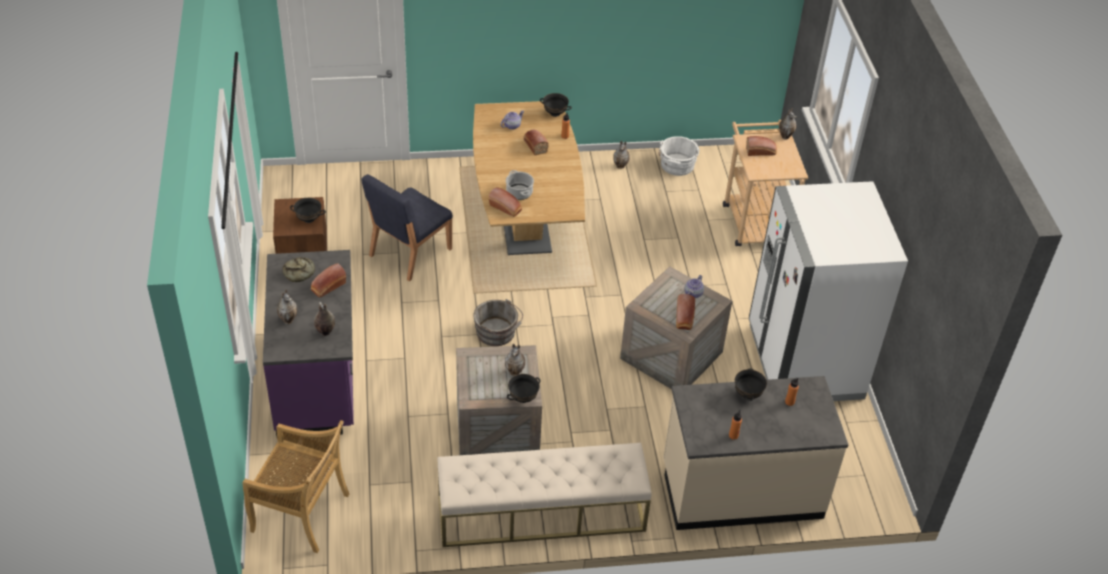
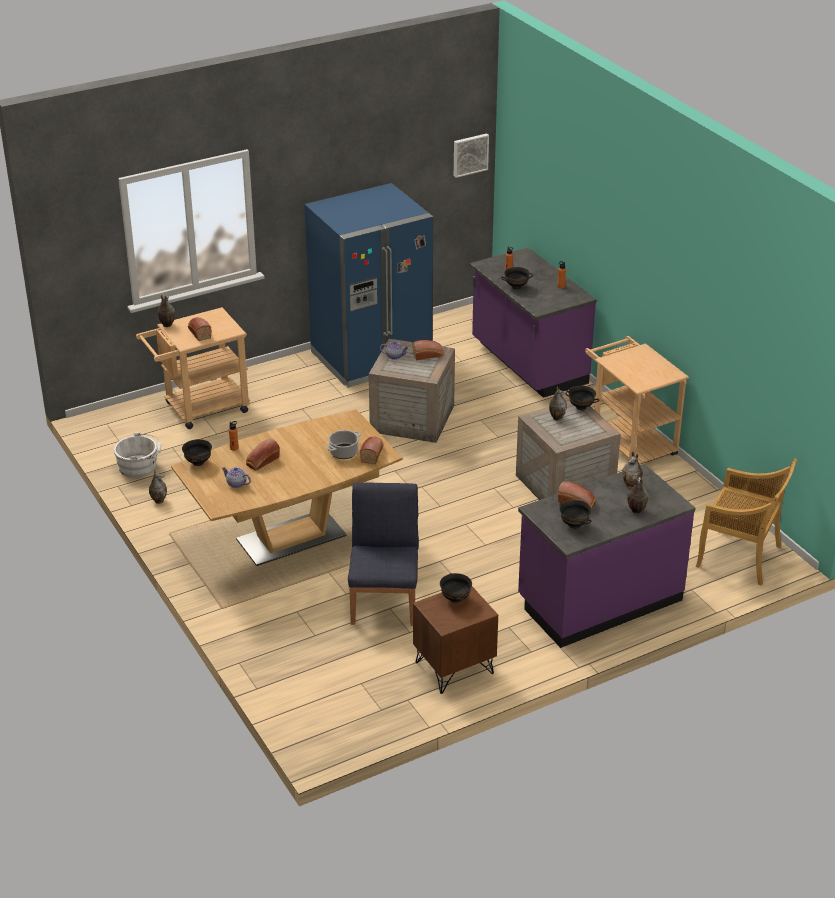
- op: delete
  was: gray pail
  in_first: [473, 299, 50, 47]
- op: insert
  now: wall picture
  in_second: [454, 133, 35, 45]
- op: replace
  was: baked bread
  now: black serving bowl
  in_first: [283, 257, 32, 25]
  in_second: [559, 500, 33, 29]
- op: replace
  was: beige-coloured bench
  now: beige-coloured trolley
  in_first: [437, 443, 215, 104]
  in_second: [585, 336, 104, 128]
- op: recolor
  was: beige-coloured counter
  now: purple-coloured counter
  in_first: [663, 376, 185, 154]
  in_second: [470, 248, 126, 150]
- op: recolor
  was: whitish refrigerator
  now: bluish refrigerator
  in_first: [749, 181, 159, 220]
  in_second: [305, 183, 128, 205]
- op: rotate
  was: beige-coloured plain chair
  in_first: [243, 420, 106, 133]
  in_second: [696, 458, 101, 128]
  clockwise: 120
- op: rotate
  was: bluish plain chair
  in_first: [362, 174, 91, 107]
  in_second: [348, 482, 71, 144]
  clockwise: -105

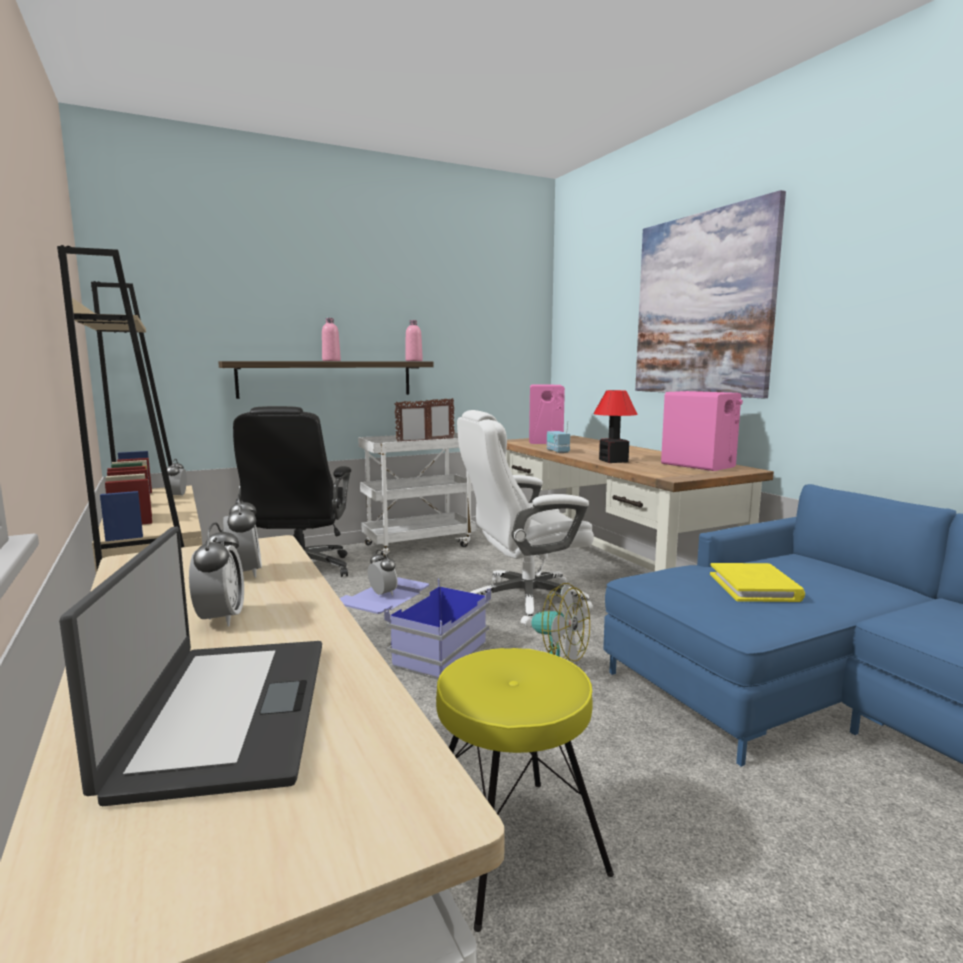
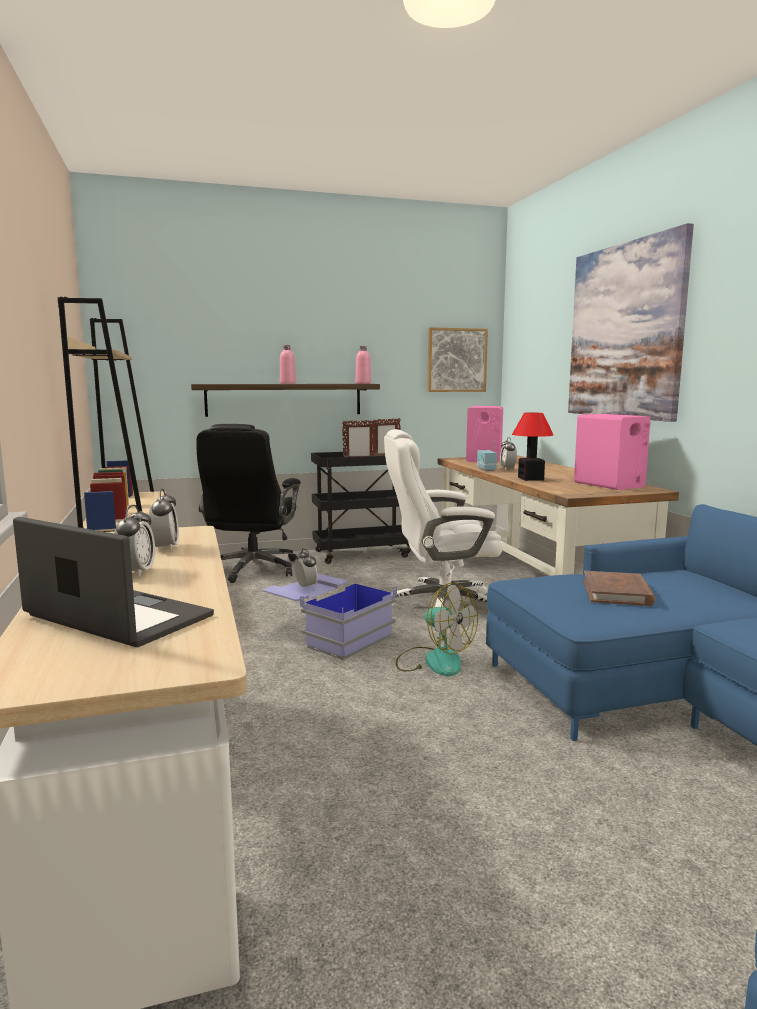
- op: delete
  was: yellow sitting stool
  in_first: [436, 648, 178, 284]
- op: insert
  now: wall picture
  in_second: [427, 327, 61, 65]
- op: move
  was: table clock
  in_first: [167, 459, 20, 37]
  in_second: [500, 437, 17, 34]
- op: recolor
  was: whitish trolley
  now: black trolley
  in_first: [358, 432, 118, 127]
  in_second: [311, 452, 100, 112]
- op: recolor
  was: yellow volume
  now: brownish volume
  in_first: [710, 563, 95, 39]
  in_second: [583, 571, 72, 35]
- op: rotate
  was: notebook computer
  in_first: [59, 526, 263, 280]
  in_second: [13, 517, 201, 130]
  clockwise: -60

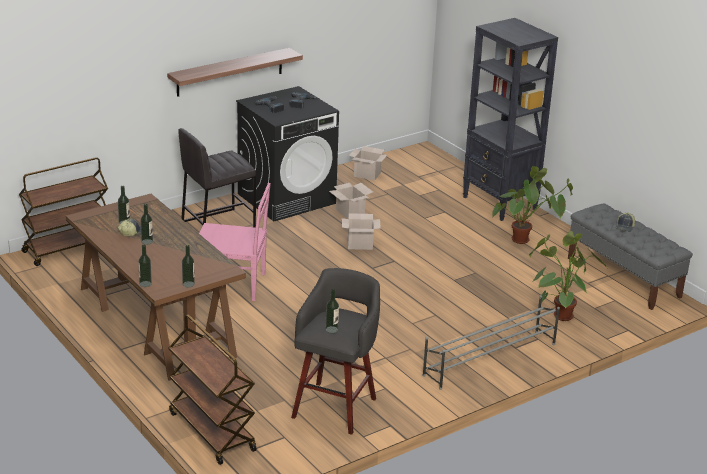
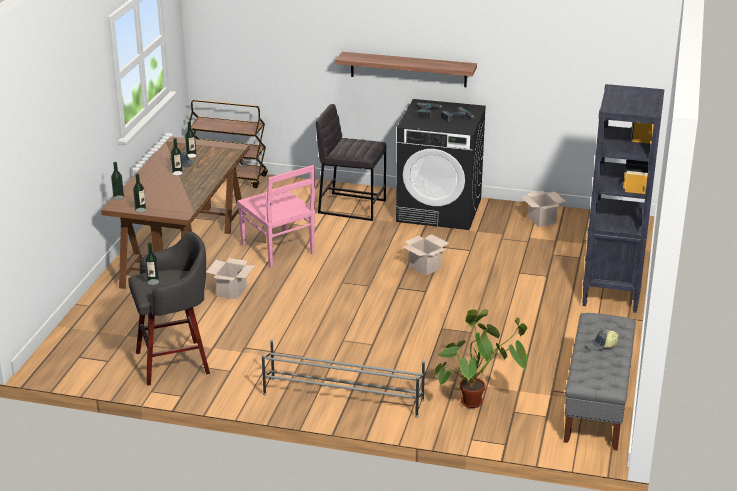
- op: delete
  was: brownish trolley
  in_first: [169, 314, 88, 151]
- op: delete
  was: plant in a pot
  in_first: [492, 166, 81, 78]
- op: move
  was: packing box
  in_first: [329, 183, 44, 36]
  in_second: [206, 258, 49, 41]

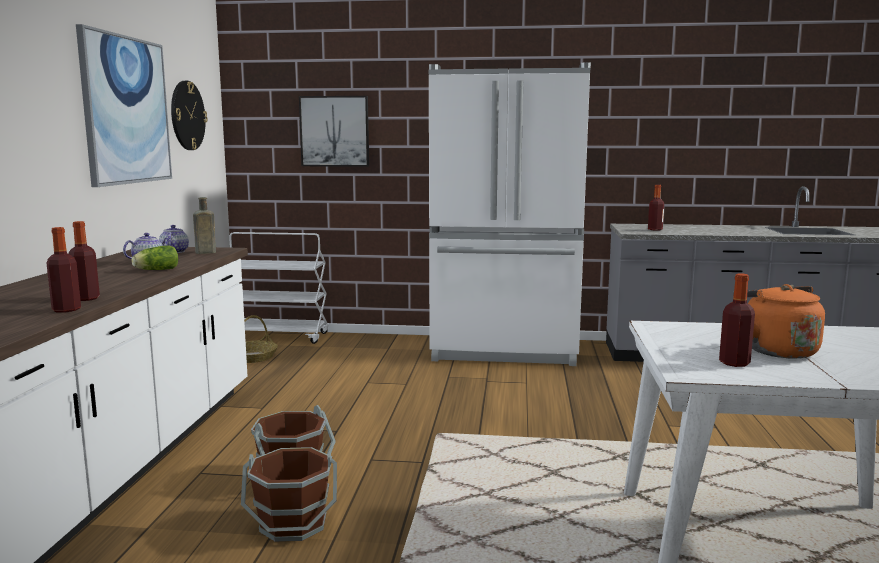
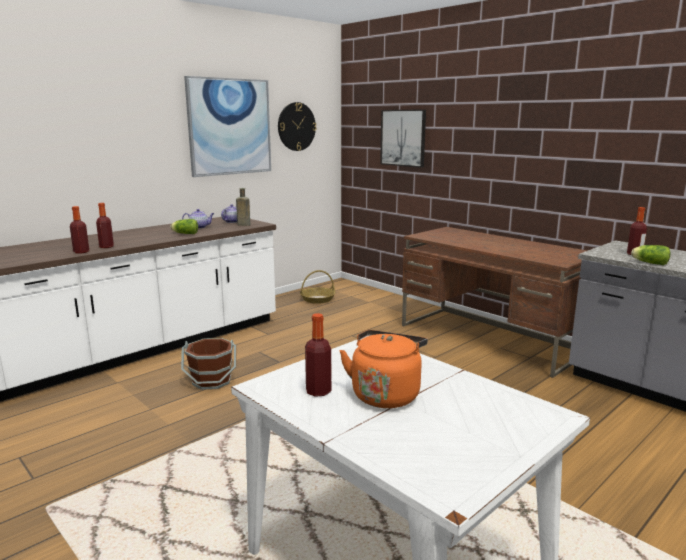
- op: delete
  was: whitish trolley
  in_first: [229, 232, 100, 112]
- op: delete
  was: brownish pail
  in_first: [241, 447, 96, 95]
- op: insert
  now: head of lettuce
  in_second: [631, 245, 39, 20]
- op: replace
  was: whitish refrigerator
  now: brownish desk unit
  in_first: [429, 62, 162, 304]
  in_second: [402, 227, 185, 151]

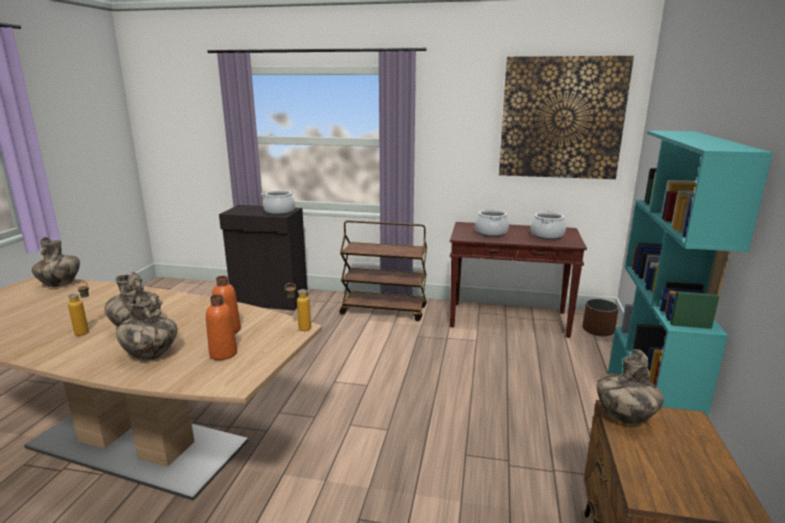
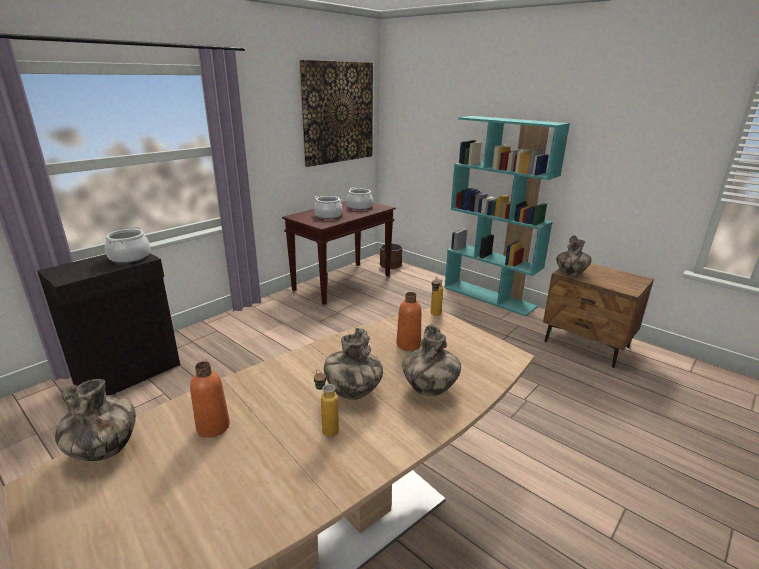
- op: delete
  was: brownish trolley
  in_first: [339, 220, 88, 101]
- op: move
  was: orangey drink bottle
  in_first: [206, 294, 31, 66]
  in_second: [190, 361, 40, 77]

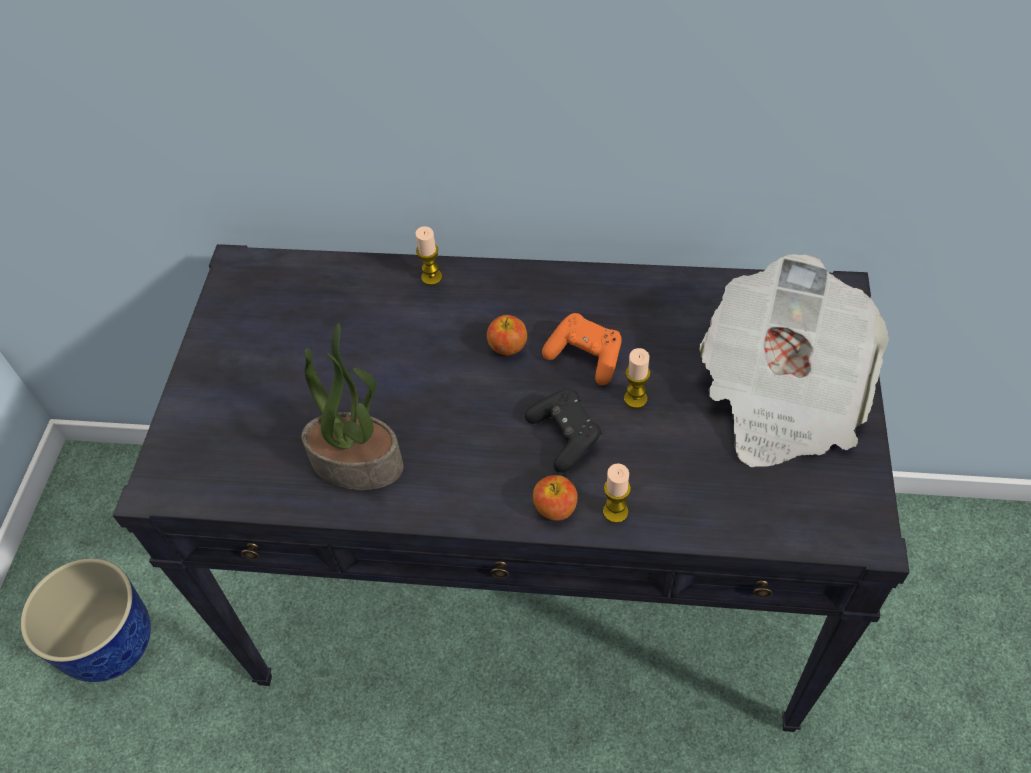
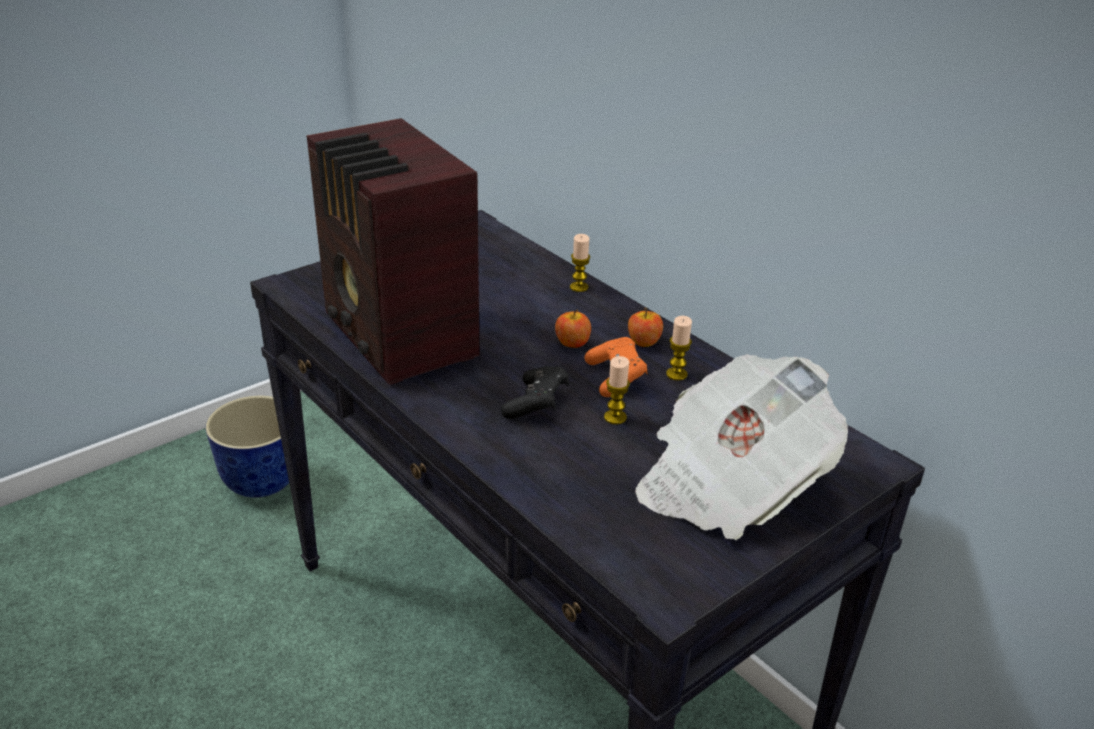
- op: move
  was: apple
  in_first: [533, 475, 44, 46]
  in_second: [628, 307, 35, 40]
- op: move
  was: candle
  in_first: [603, 463, 28, 60]
  in_second: [666, 316, 26, 65]
- op: replace
  was: plant in a pot
  now: radio set
  in_first: [302, 323, 102, 167]
  in_second: [306, 118, 174, 267]

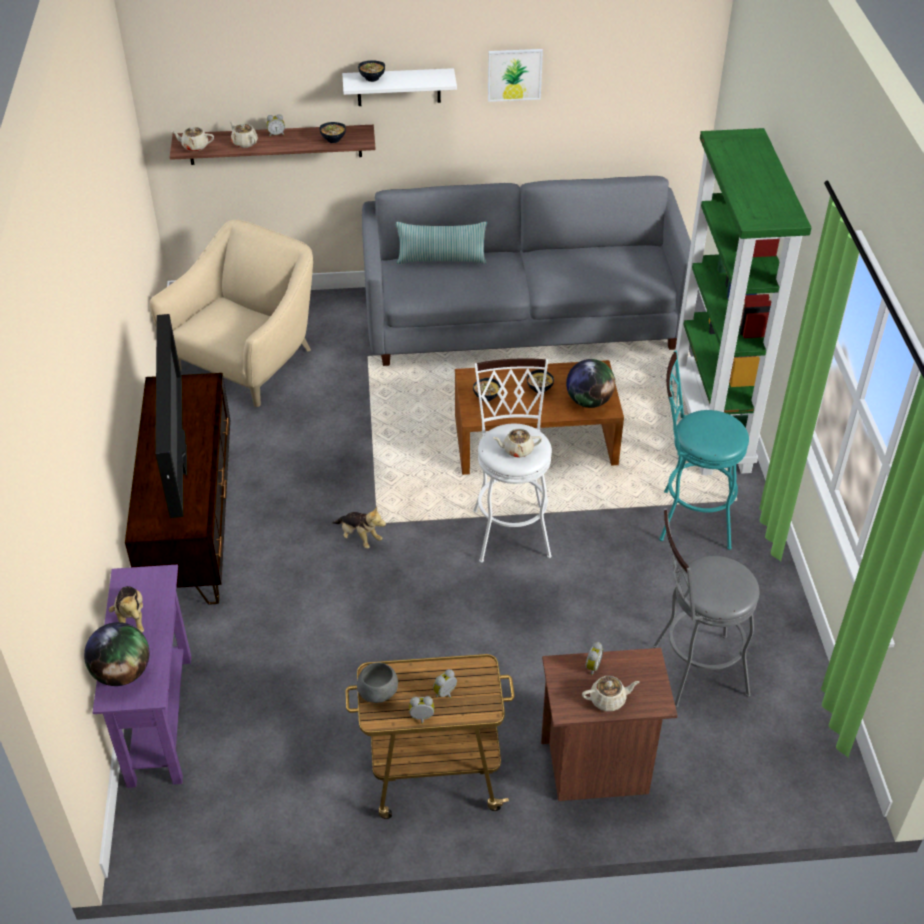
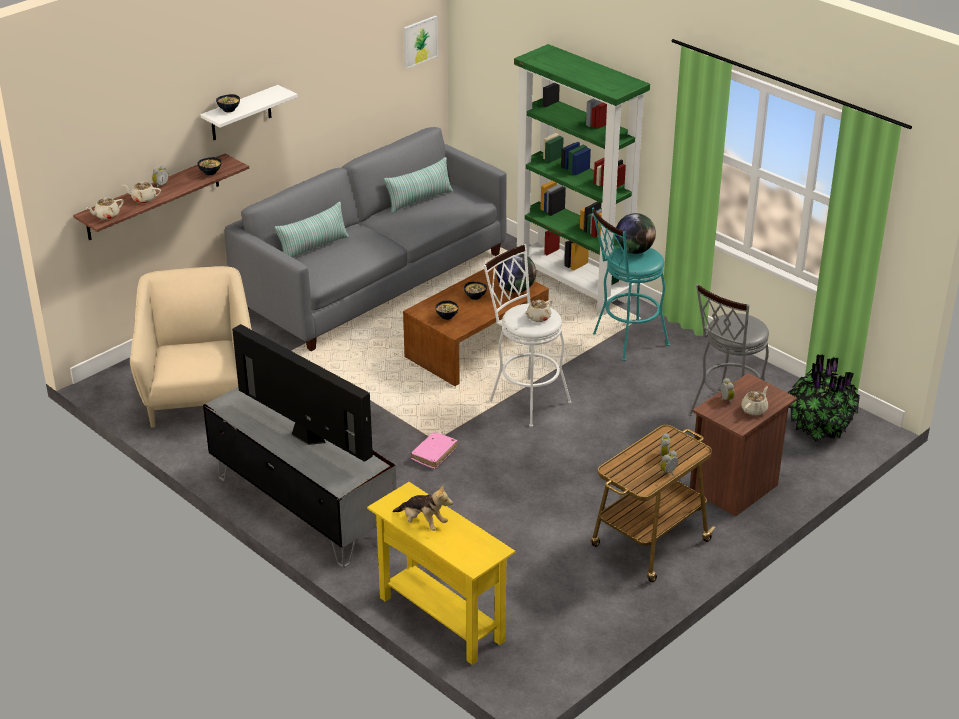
- op: delete
  was: gray serving bowl
  in_first: [357, 662, 41, 41]
- op: insert
  now: throw pillow
  in_second: [384, 157, 69, 57]
- op: insert
  now: plant in a pot
  in_second: [787, 354, 73, 89]
- op: move
  was: world globe
  in_first: [84, 622, 66, 64]
  in_second: [615, 213, 41, 41]
- op: move
  was: wall picture
  in_first: [488, 49, 55, 53]
  in_second: [404, 16, 34, 53]
- op: replace
  was: cuddly toy
  now: pinkish volume
  in_first: [332, 507, 54, 42]
  in_second: [410, 432, 47, 37]
- op: recolor
  was: purple-coloured console table
  now: yellow console table
  in_first: [92, 564, 99, 224]
  in_second: [367, 482, 148, 183]
- op: recolor
  was: brownish tv unit
  now: gray tv unit
  in_first: [125, 373, 105, 232]
  in_second: [203, 387, 194, 181]

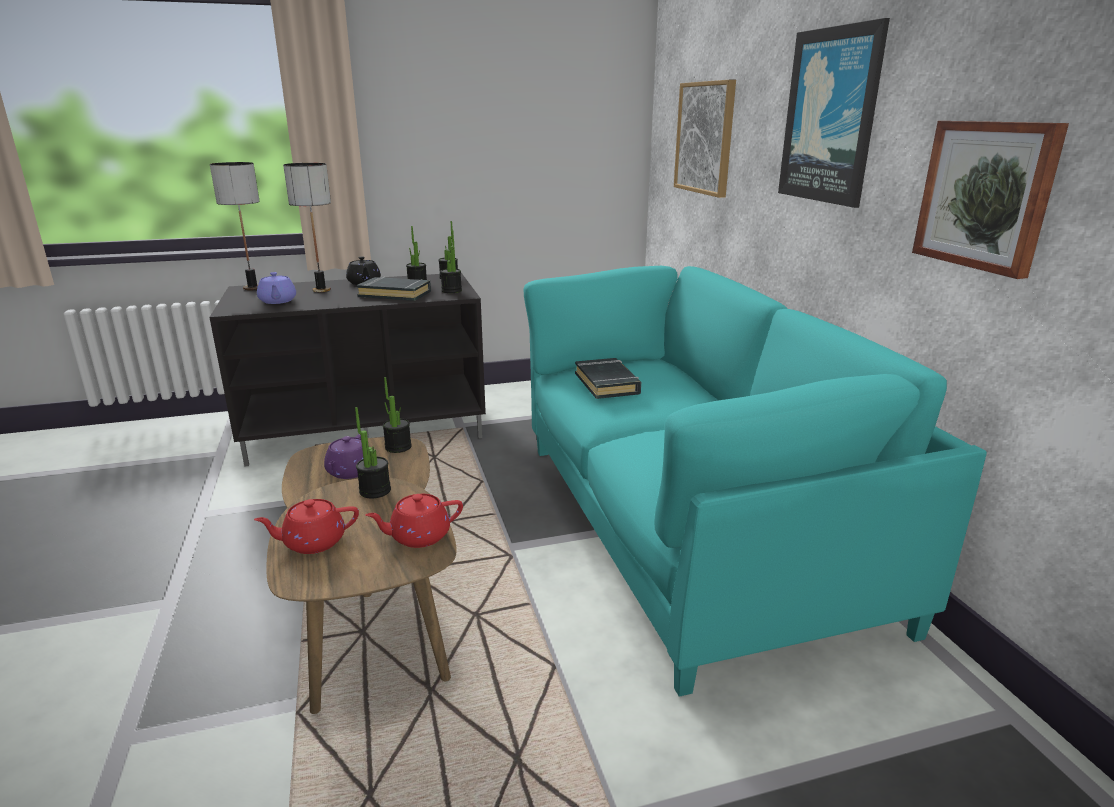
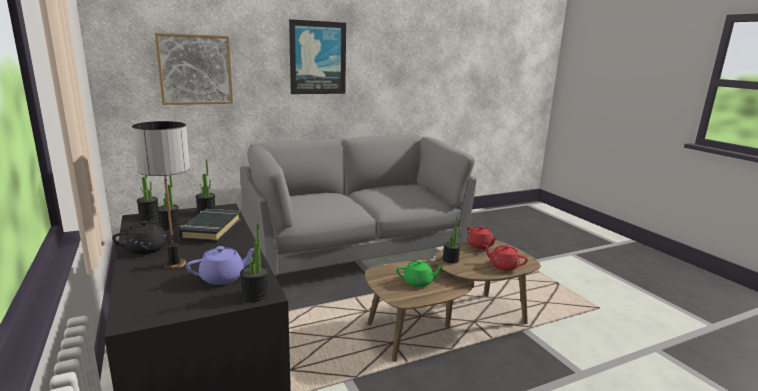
- op: delete
  was: tabletop lamp
  in_first: [210, 162, 50, 128]
- op: delete
  was: black volume
  in_first: [575, 358, 66, 41]
- op: delete
  was: wall picture
  in_first: [912, 121, 157, 158]
- op: move
  was: plant in a pot
  in_first: [383, 377, 29, 76]
  in_second: [240, 223, 29, 79]
- op: recolor
  was: purple-coloured teapot
  now: green-coloured teapot
  in_first: [324, 434, 39, 45]
  in_second: [396, 260, 48, 27]
- op: recolor
  was: turquoise-coloured settee
  now: gray settee
  in_first: [523, 266, 464, 431]
  in_second: [240, 135, 237, 142]
- op: rotate
  was: reddish teapot
  in_first: [254, 499, 105, 55]
  in_second: [483, 244, 45, 27]
  clockwise: 150

